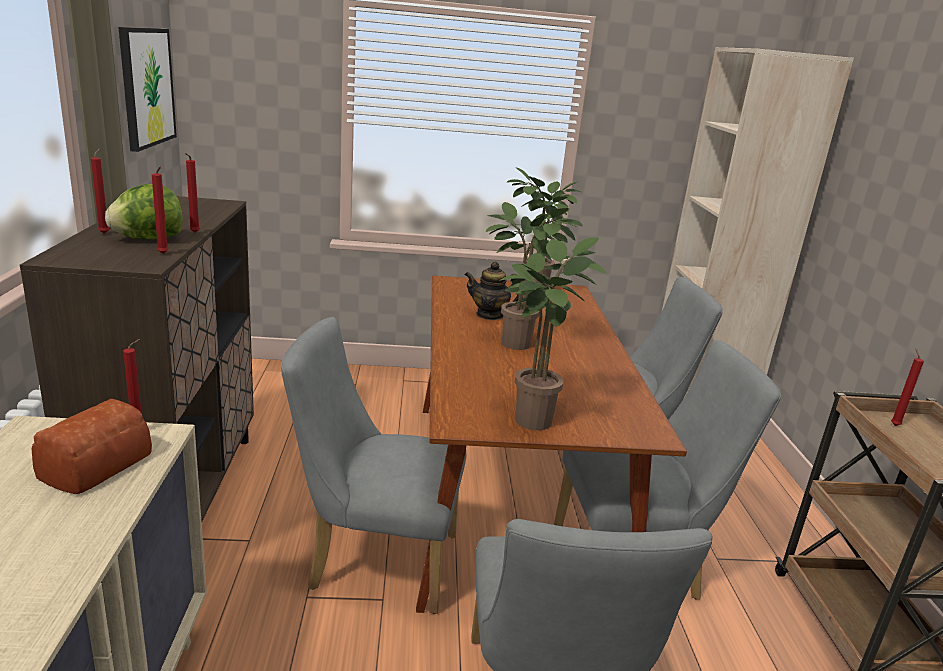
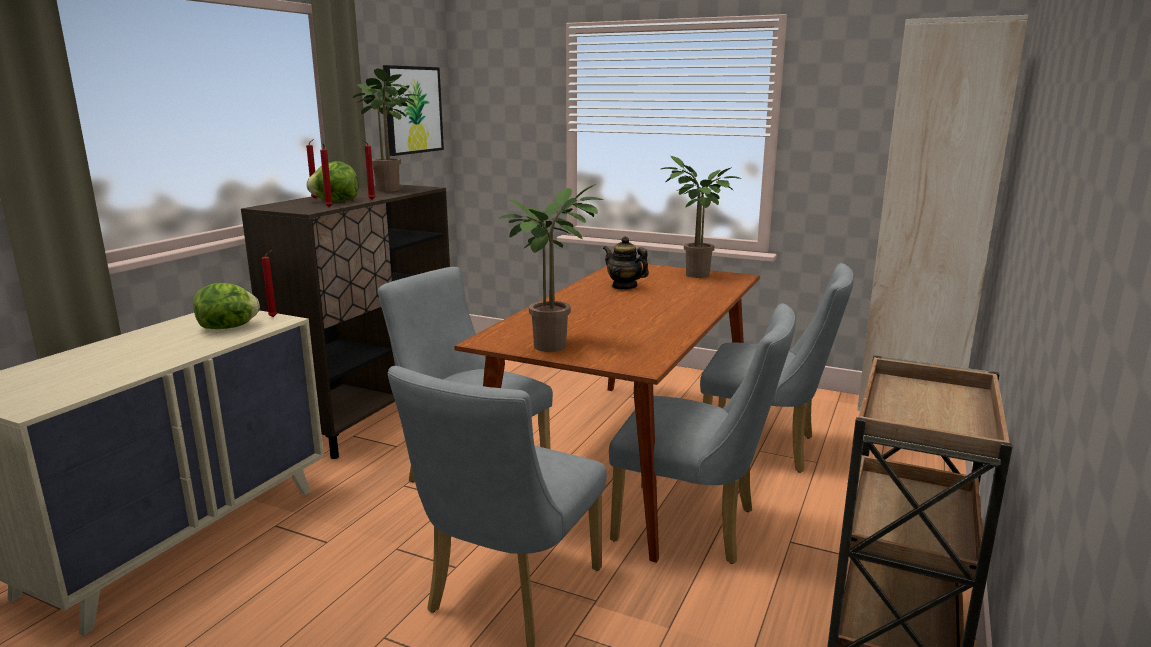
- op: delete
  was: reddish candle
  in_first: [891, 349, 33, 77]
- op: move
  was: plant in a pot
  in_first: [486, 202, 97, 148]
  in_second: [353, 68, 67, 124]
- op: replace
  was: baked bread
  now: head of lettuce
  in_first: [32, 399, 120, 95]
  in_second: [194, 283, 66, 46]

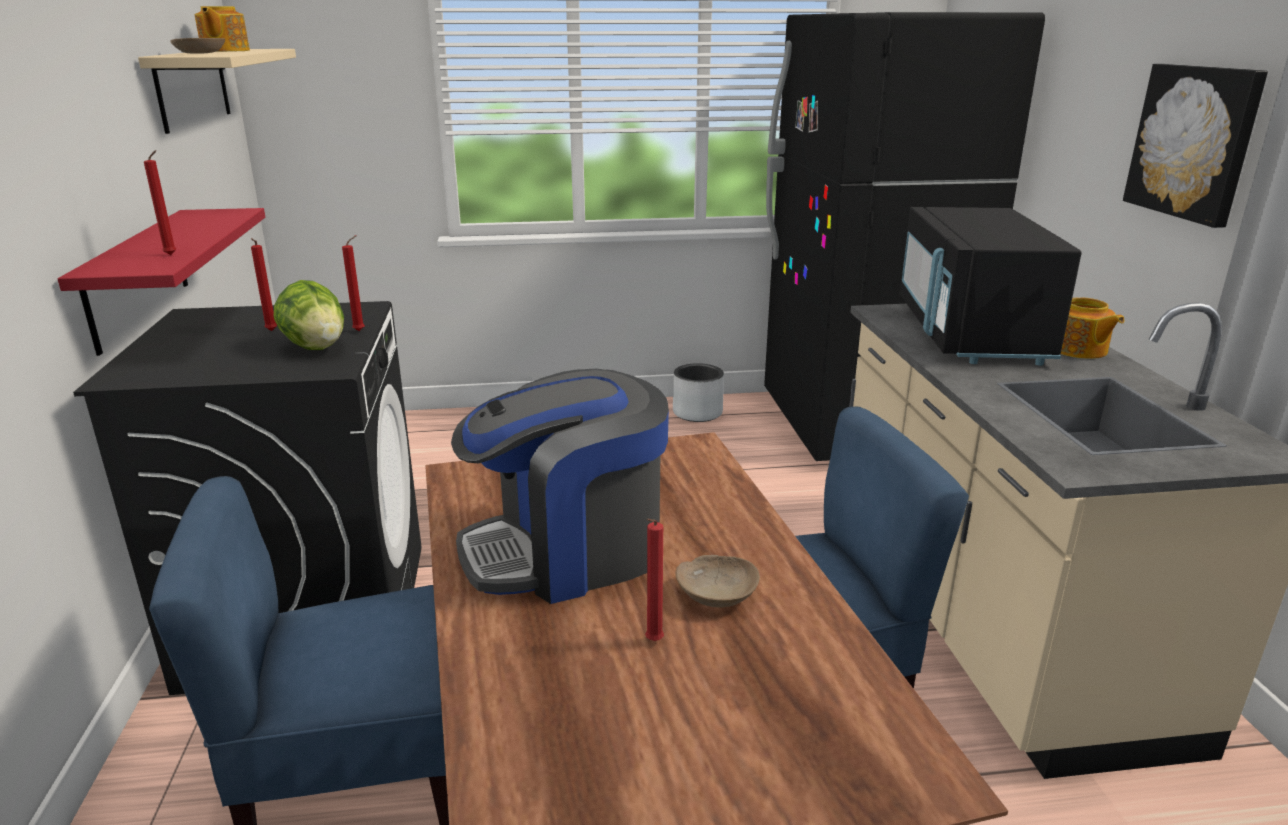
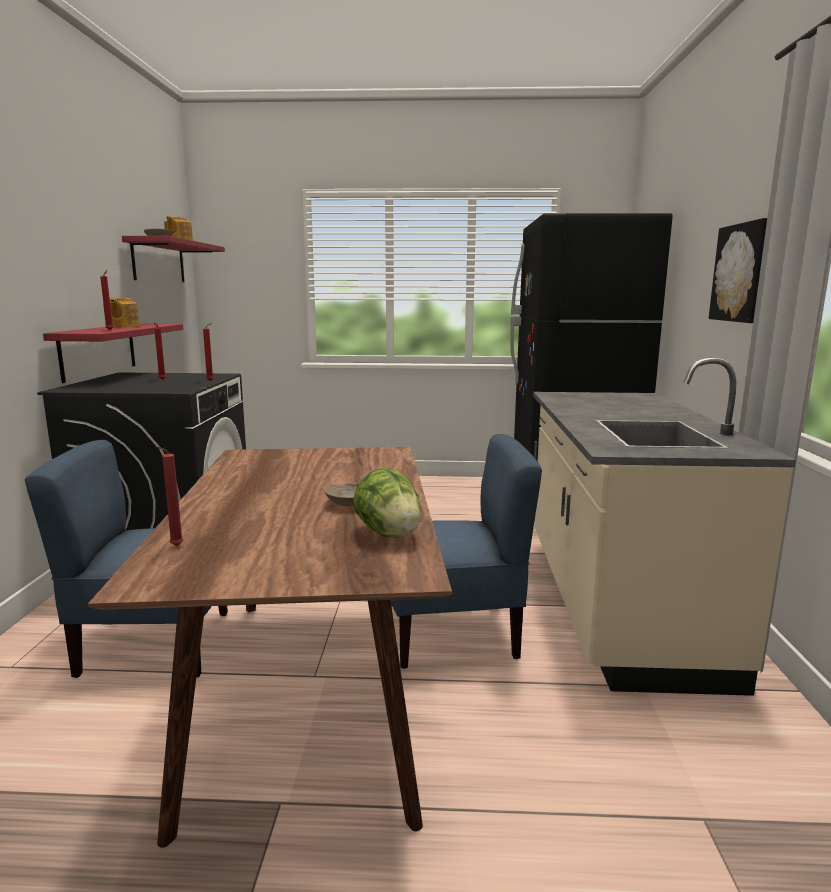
- op: delete
  was: coffee machine
  in_first: [451, 369, 218, 235]
- op: delete
  was: gray planter
  in_first: [673, 363, 51, 59]
- op: delete
  was: black microwave oven
  in_first: [900, 207, 182, 159]
- op: move
  was: head of lettuce
  in_first: [273, 280, 71, 70]
  in_second: [353, 467, 68, 71]
- op: move
  was: reddish candle
  in_first: [645, 519, 19, 122]
  in_second: [156, 446, 28, 100]
- op: move
  was: teapot
  in_first: [1061, 297, 63, 62]
  in_second: [103, 298, 37, 30]
- op: recolor
  was: beige-coloured bracket shelf
  now: reddish bracket shelf
  in_first: [138, 49, 158, 85]
  in_second: [122, 236, 103, 46]

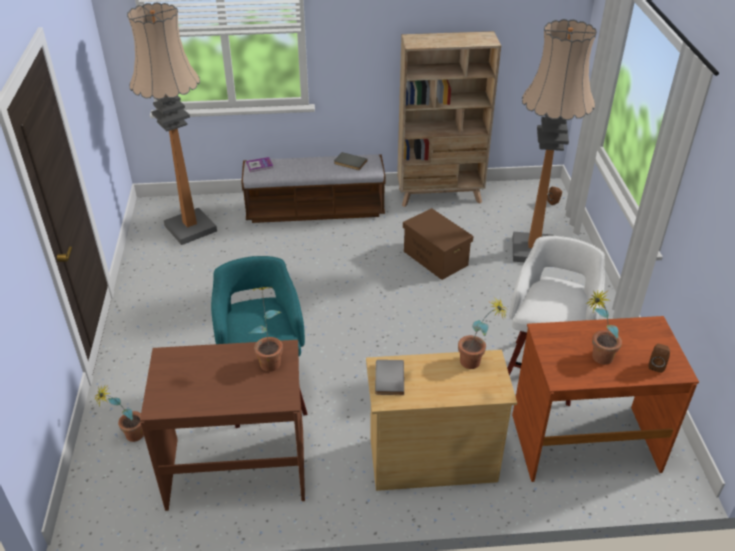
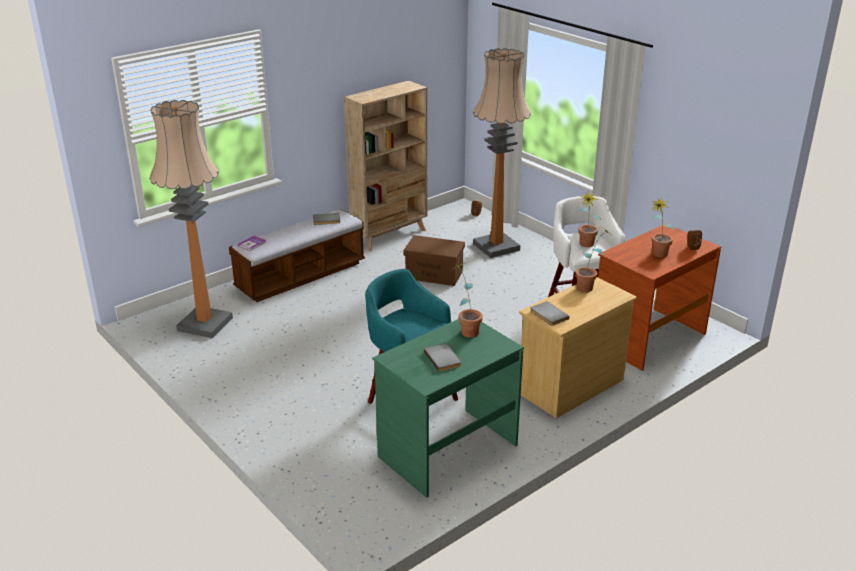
- op: insert
  now: gray volume
  in_second: [424, 343, 37, 29]
- op: move
  was: plant in a pot
  in_first: [94, 384, 50, 58]
  in_second: [577, 191, 24, 56]
- op: recolor
  was: brownish desk unit
  now: green-coloured desk unit
  in_first: [140, 340, 165, 171]
  in_second: [372, 319, 152, 179]

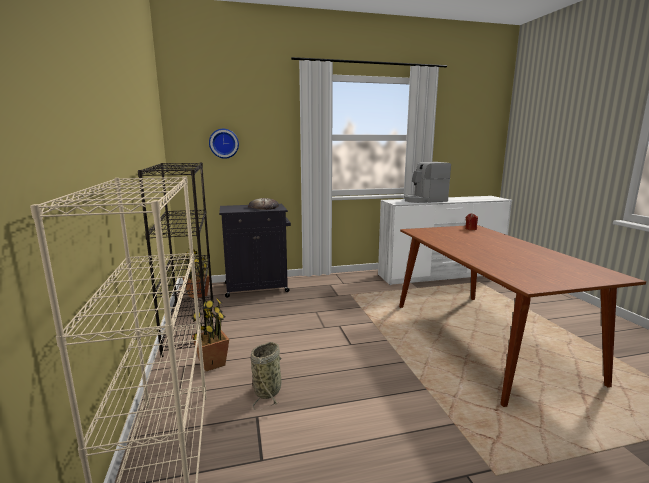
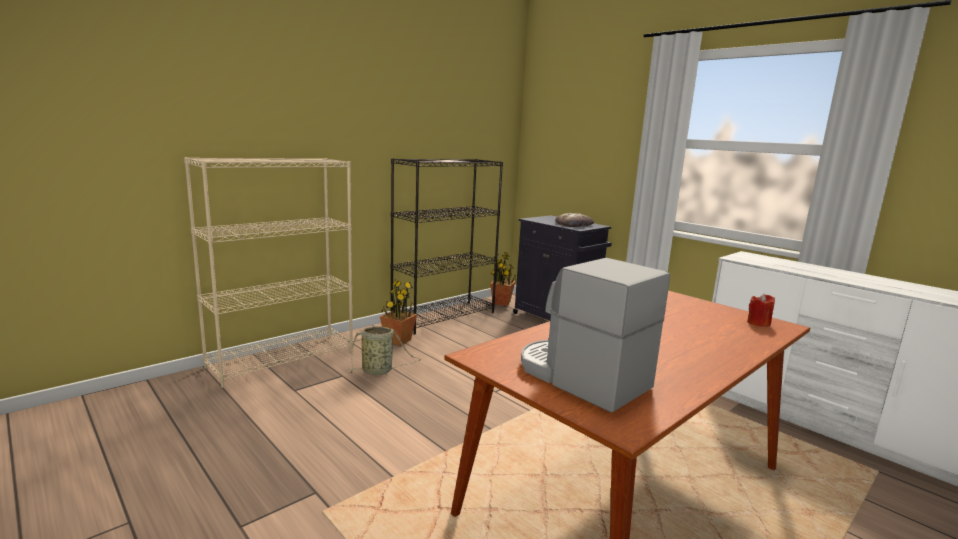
- op: delete
  was: wall clock
  in_first: [209, 129, 30, 30]
- op: move
  was: coffee machine
  in_first: [404, 162, 47, 41]
  in_second: [521, 258, 149, 155]

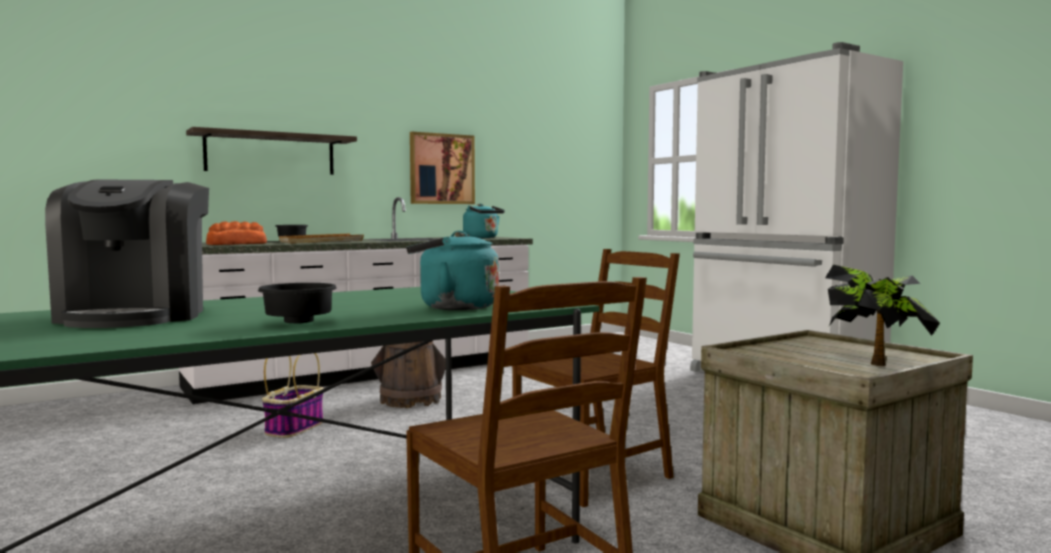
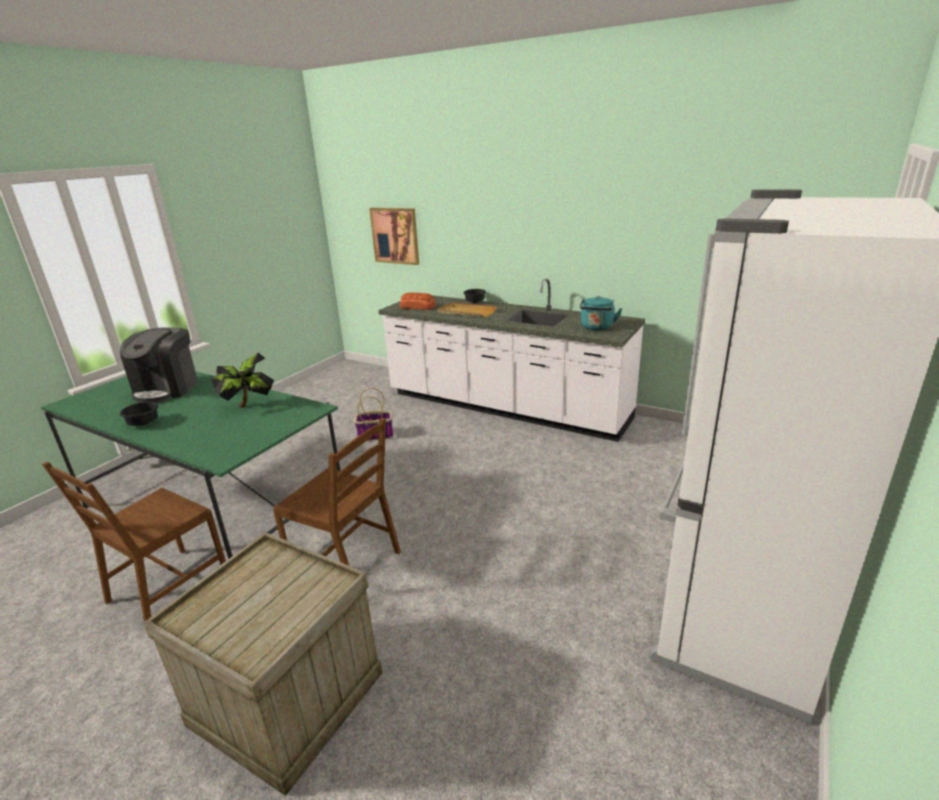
- op: delete
  was: bracket shelf
  in_first: [186, 127, 171, 48]
- op: delete
  was: brownish pail
  in_first: [371, 341, 75, 67]
- op: delete
  was: turquoise-coloured tea kettle
  in_first: [406, 231, 93, 79]
- op: move
  was: wall picture
  in_first: [410, 132, 65, 72]
  in_second: [369, 208, 50, 57]
- op: move
  was: plant in a pot
  in_first: [825, 265, 115, 101]
  in_second: [211, 353, 63, 55]
- op: rotate
  was: coffee machine
  in_first: [45, 179, 164, 149]
  in_second: [120, 327, 78, 76]
  clockwise: -45

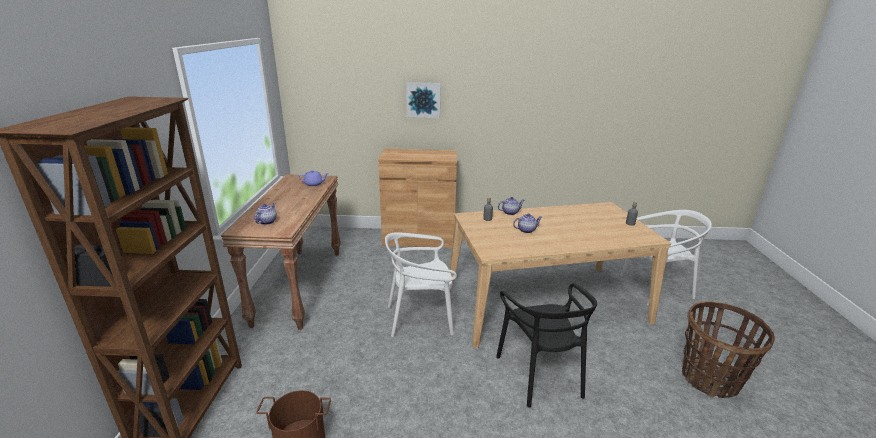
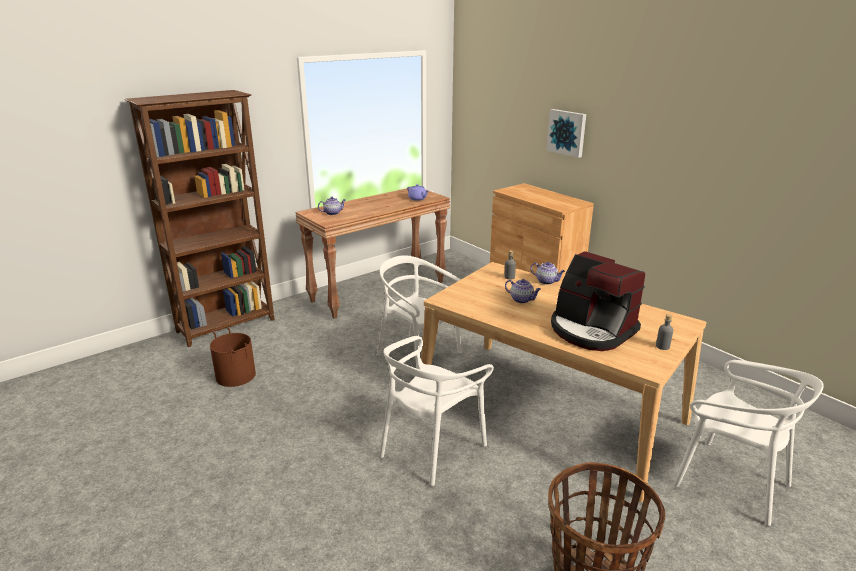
- op: insert
  now: coffee machine
  in_second: [551, 251, 94, 100]
- op: recolor
  was: black plain chair
  now: whitish plain chair
  in_first: [496, 283, 101, 125]
  in_second: [380, 336, 114, 150]

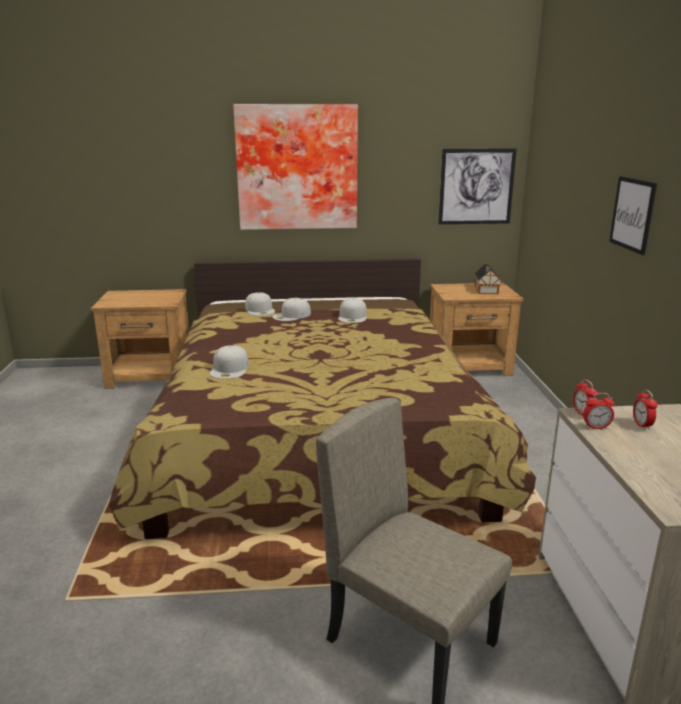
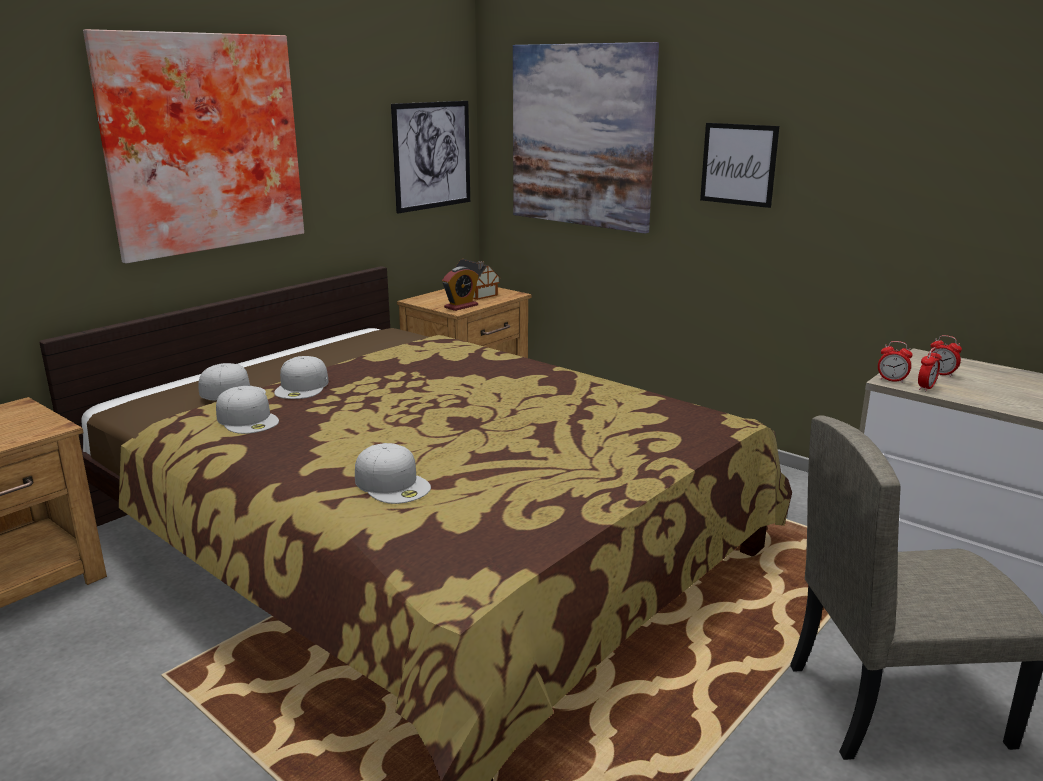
- op: insert
  now: table clock
  in_second: [442, 267, 37, 44]
- op: insert
  now: wall picture
  in_second: [513, 42, 146, 191]
- op: move
  was: whitish cap
  in_first: [338, 298, 29, 25]
  in_second: [216, 386, 63, 48]

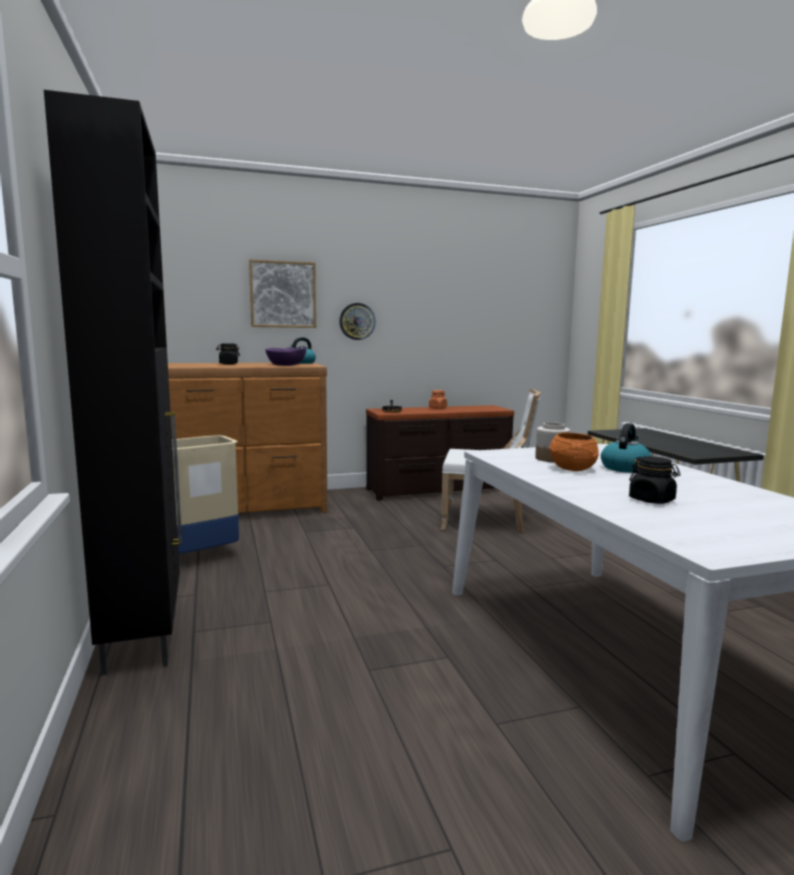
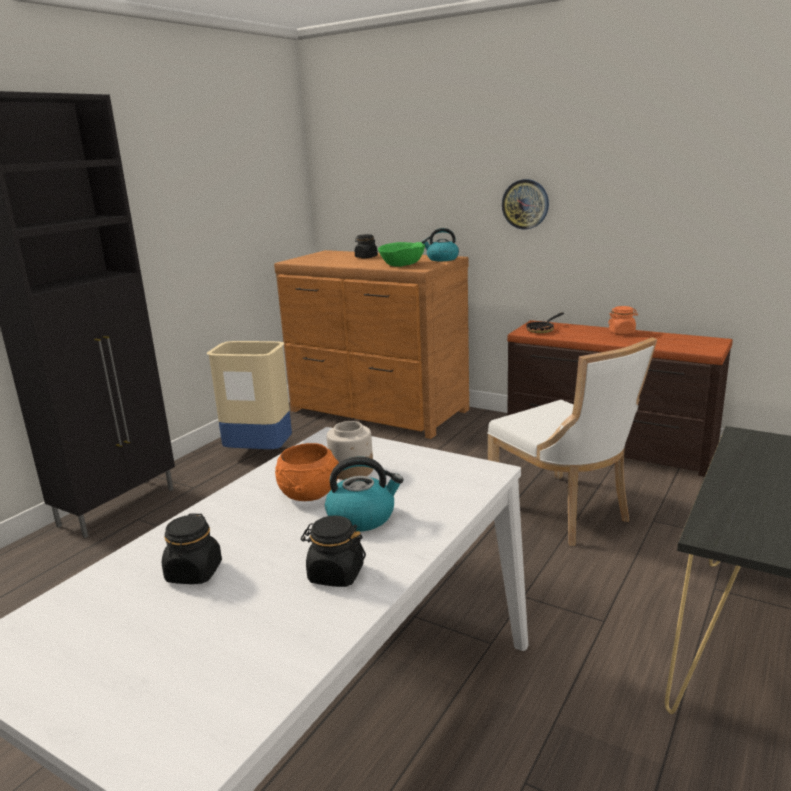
- op: delete
  was: wall picture
  in_first: [249, 259, 67, 69]
- op: insert
  now: black storage jar
  in_second: [301, 515, 65, 72]
- op: recolor
  was: purple-coloured serving bowl
  now: green-coloured serving bowl
  in_first: [265, 347, 41, 19]
  in_second: [378, 242, 47, 25]

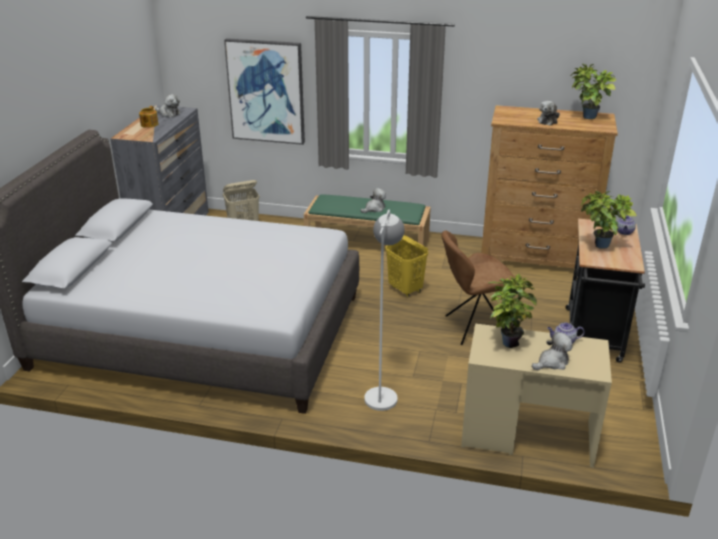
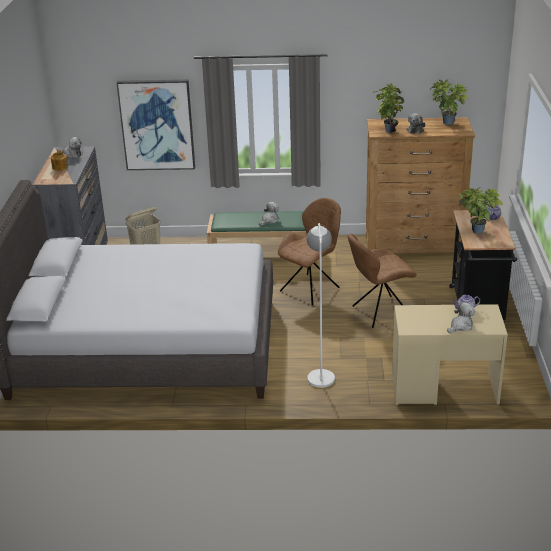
- op: move
  was: plant in a pot
  in_first: [487, 274, 50, 74]
  in_second: [372, 83, 32, 50]
- op: replace
  was: yellow laundry basket
  now: brownish plain chair
  in_first: [385, 235, 43, 62]
  in_second: [278, 198, 63, 107]

